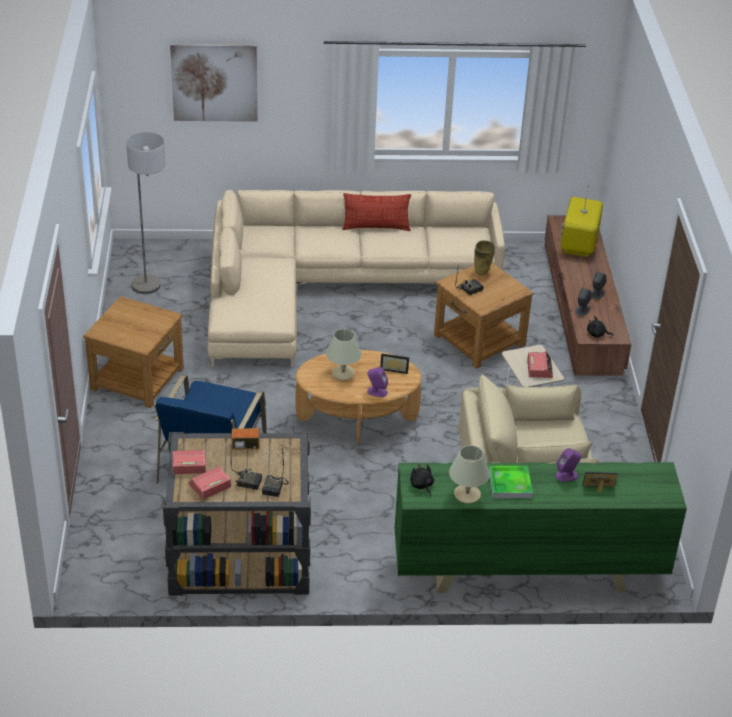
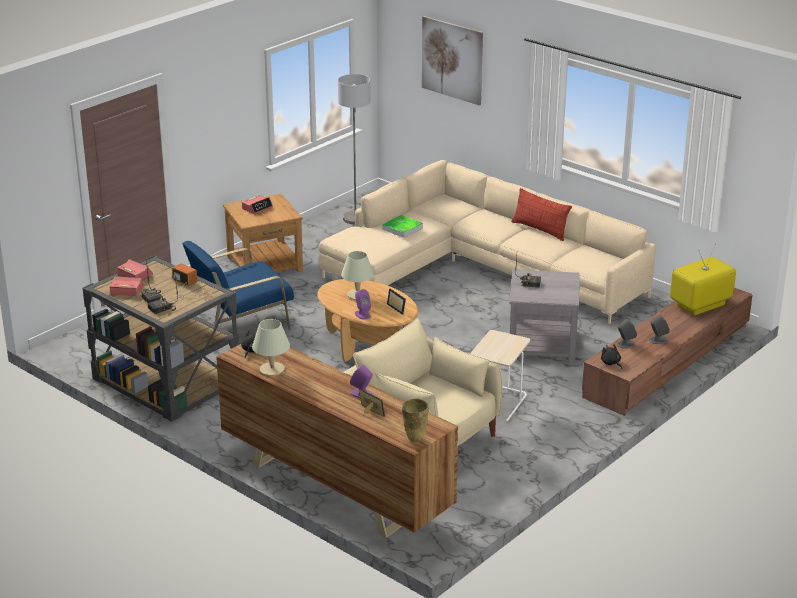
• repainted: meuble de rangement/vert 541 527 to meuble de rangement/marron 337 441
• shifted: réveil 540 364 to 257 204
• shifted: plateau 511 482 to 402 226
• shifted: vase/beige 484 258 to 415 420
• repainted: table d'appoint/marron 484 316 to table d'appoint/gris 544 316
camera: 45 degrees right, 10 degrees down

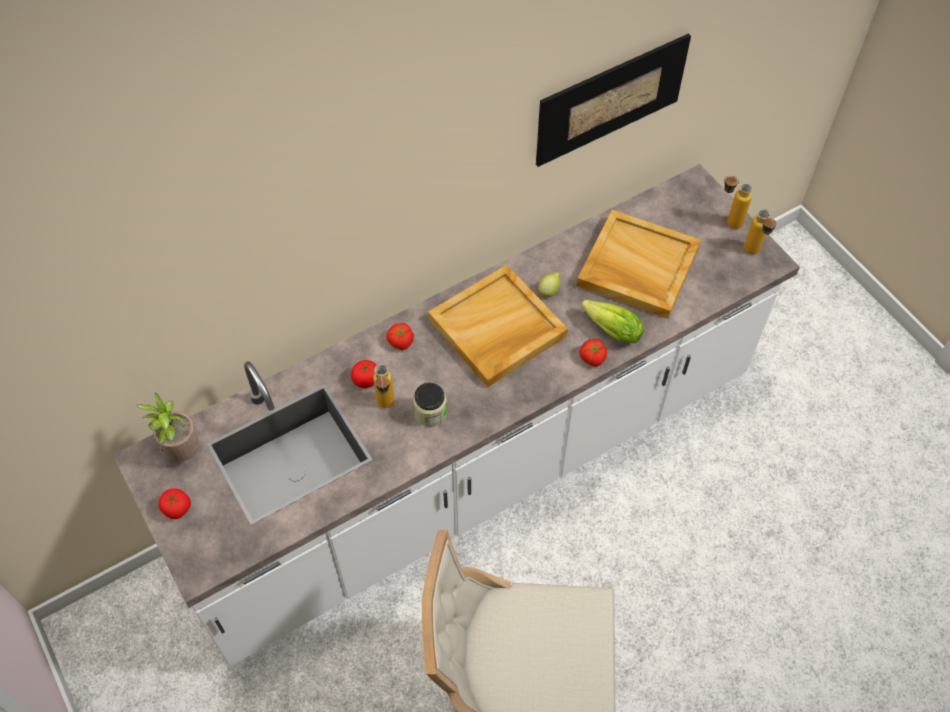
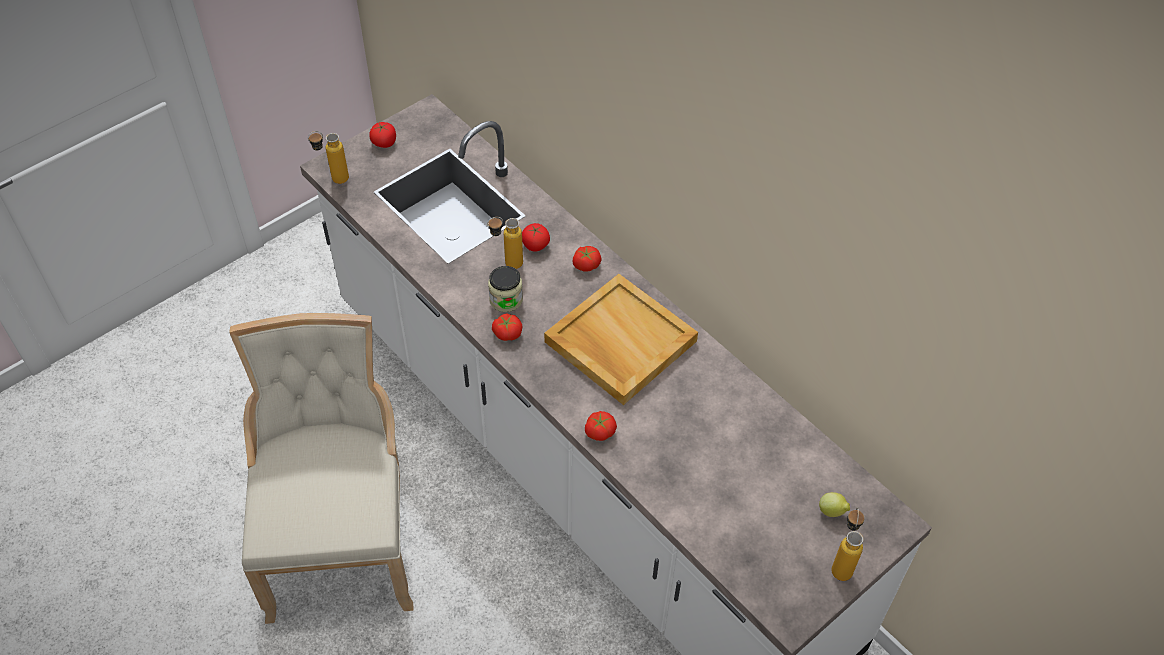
• shifted: bouteille 760 232 to 328 157
• new: tomate 507 327
• shifted: citron 549 285 to 834 504
• gone: plante en pot 167 427
• gone: tableau 613 100
• gone: plateau/beige 639 264
• gone: laitue 612 321
camera: 80 degrees right, 5 degrees down

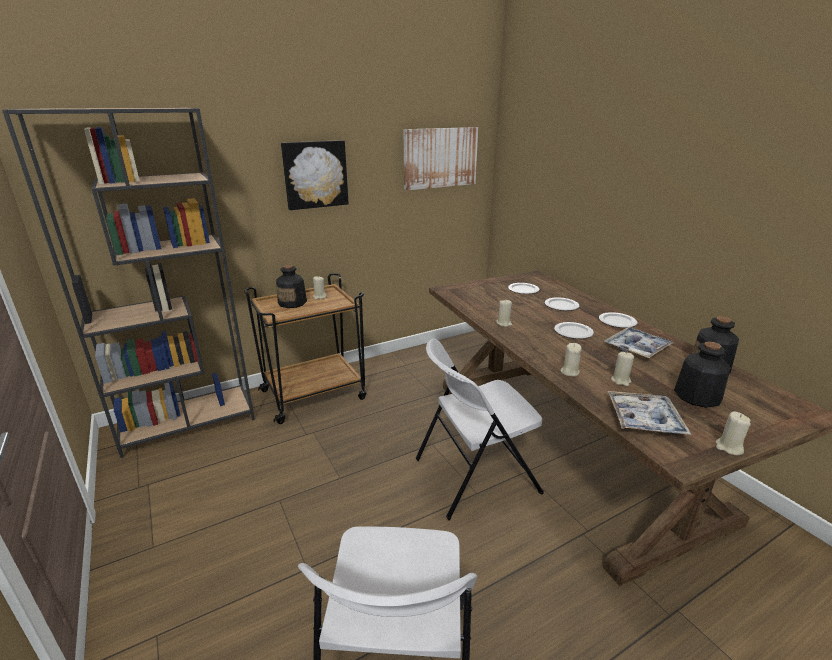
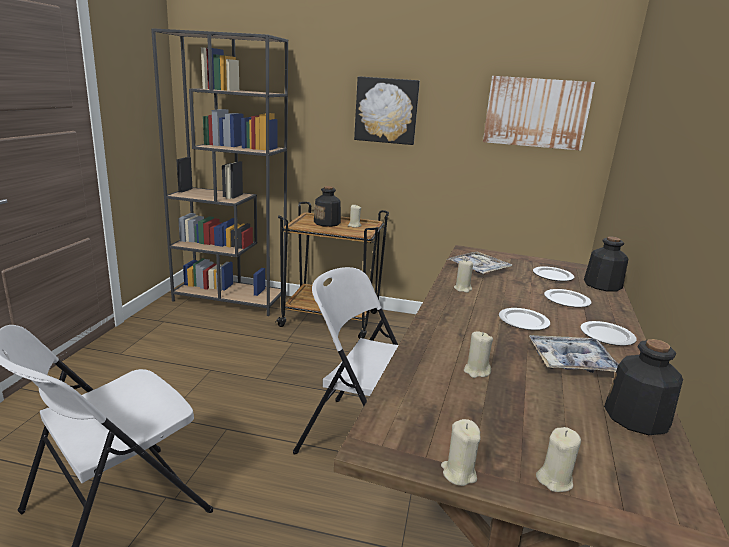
• shifted: plateau 649 413 to 479 263
• shifted: bougie/beige 571 360 to 558 459
• shifted: bouteille 702 374 to 606 264
camera: 40 degrees right, 5 degrees down

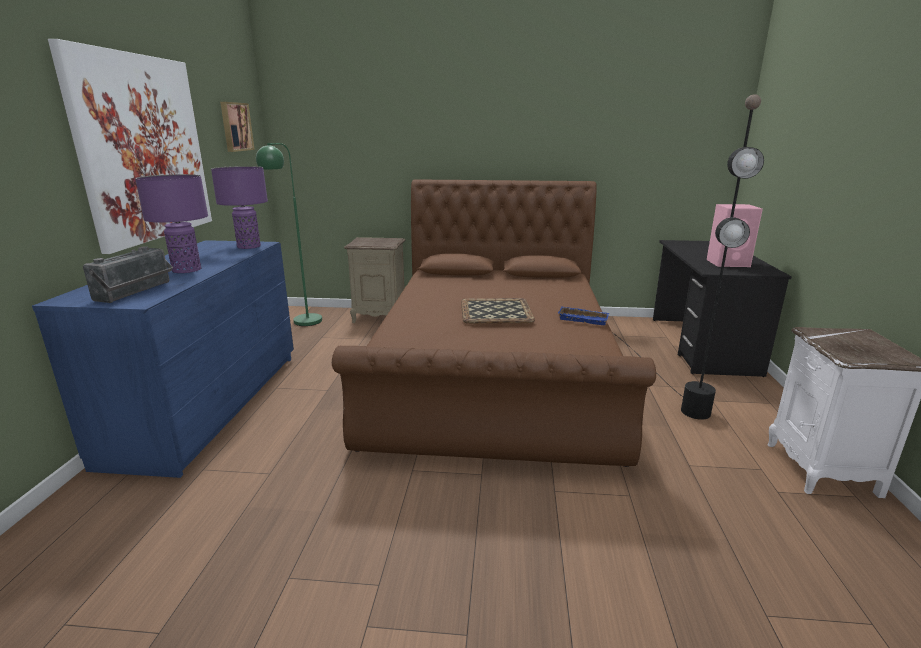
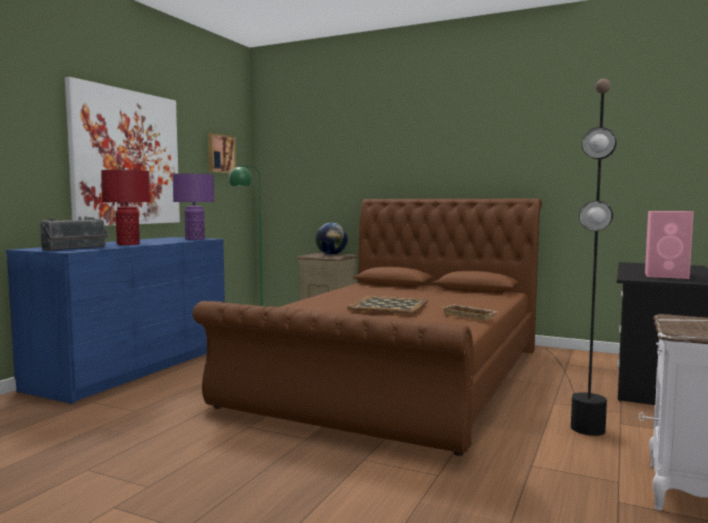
• repainted: lampe de table/violet 171 223 to lampe de table/rouge 126 207
• new: globe 332 239
• repainted: plateau/bleu 583 315 to plateau/beige 470 312
camera: 20 degrees right, 15 degrees down

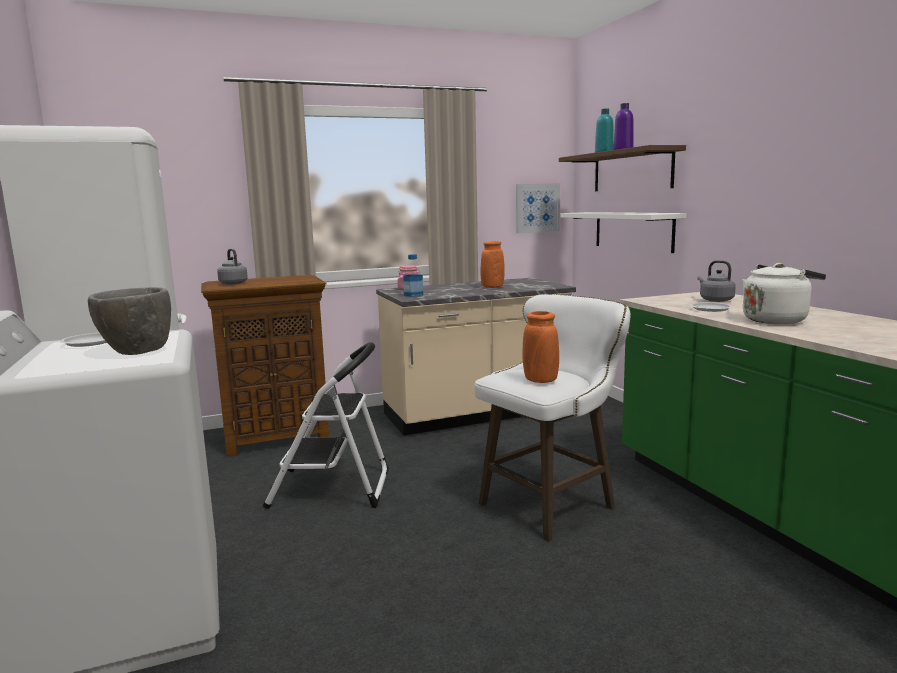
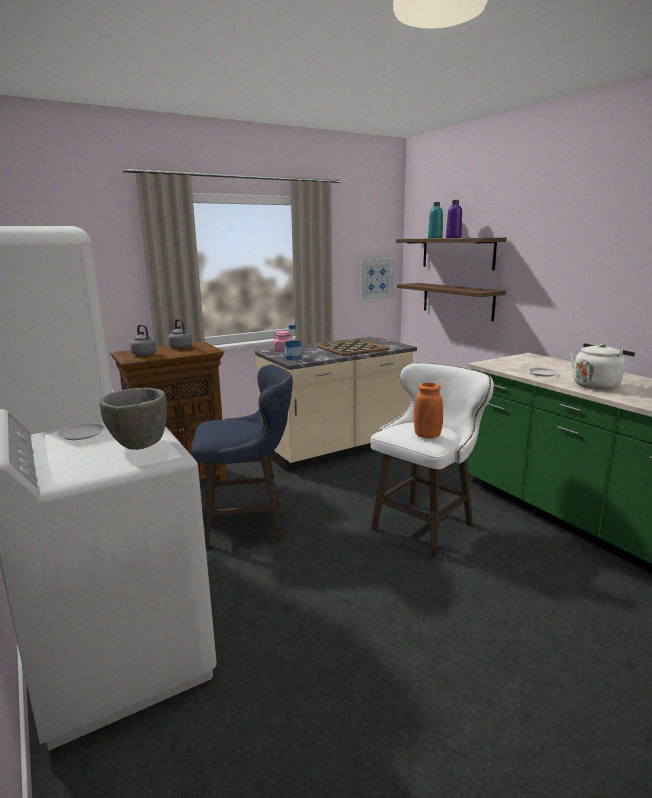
• shifted: bouilloire/gris 717 281 to 180 334
• swapped: escabeau 326 425 to tabouret/bleu 242 456
• swapped: vase/orange 493 264 to plateau 352 347
• repainted: étagère/blanc 624 232 to étagère/marron 451 302
camera: 10 degrees left, 5 degrees up

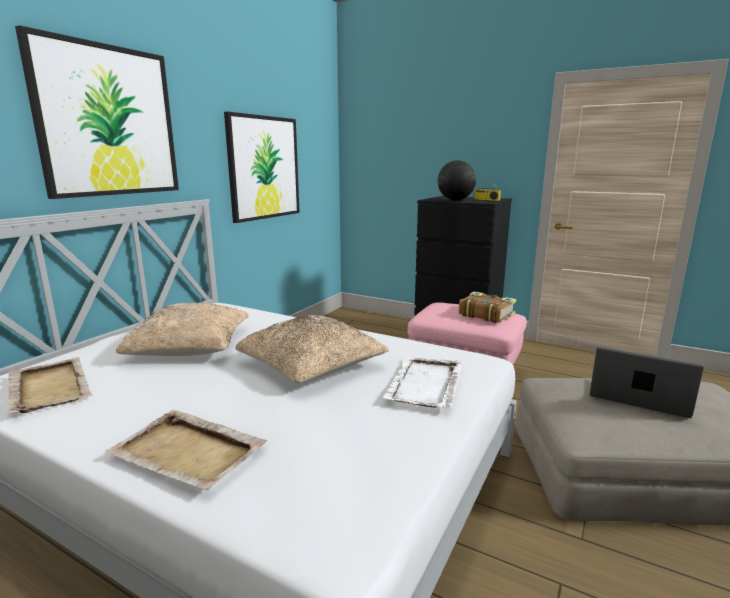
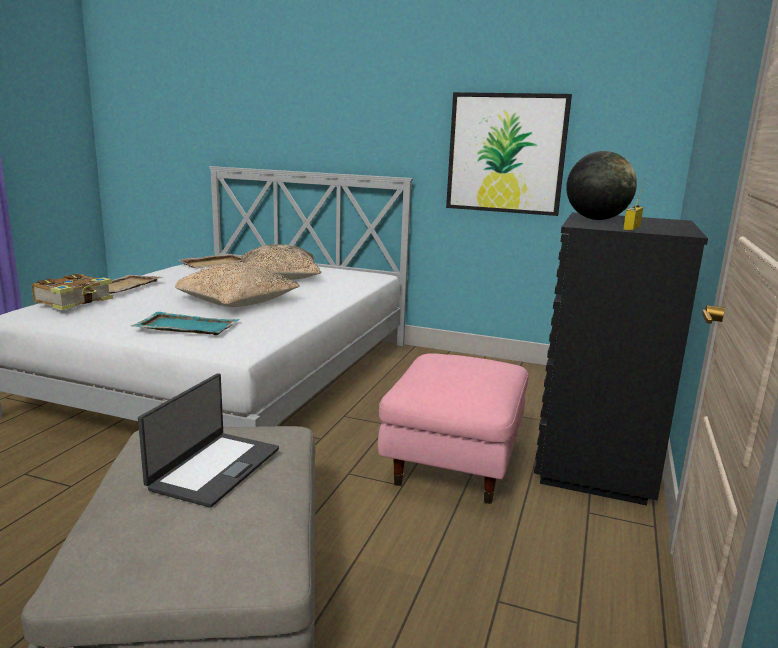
• shifted: livre 487 307 to 72 292
• repainted: plateau/blanc 423 382 to plateau/turquoise 185 323
• gone: tableau 97 112
camera: 80 degrees right, 0 degrees up

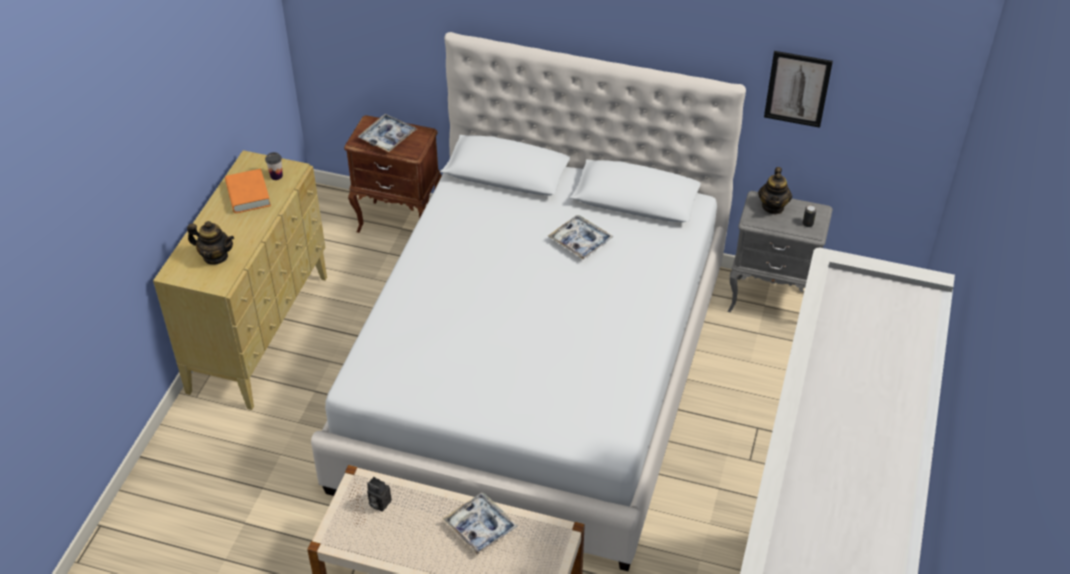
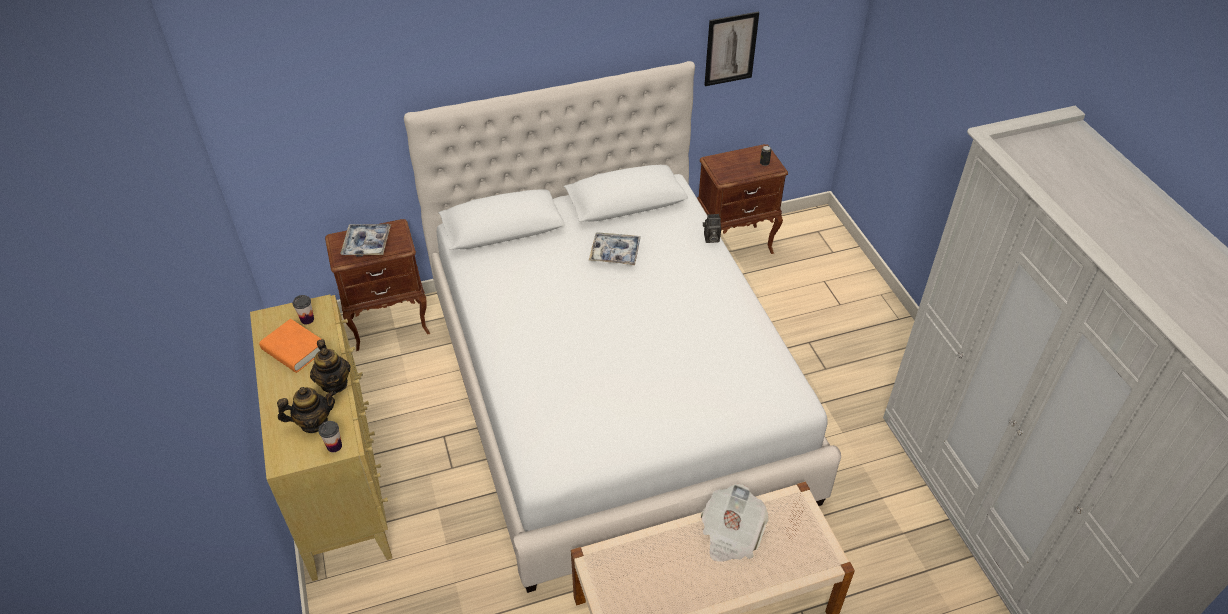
• shifted: théière 775 190 to 330 366
• new: tasse 330 436
• repainted: table de chevet/gris 780 251 to table de chevet/marron 742 199
• swapped: plateau 479 523 to journal 735 523
• shifted: appareil photo 379 494 to 712 228
camera: 35 degrees left, 0 degrees up

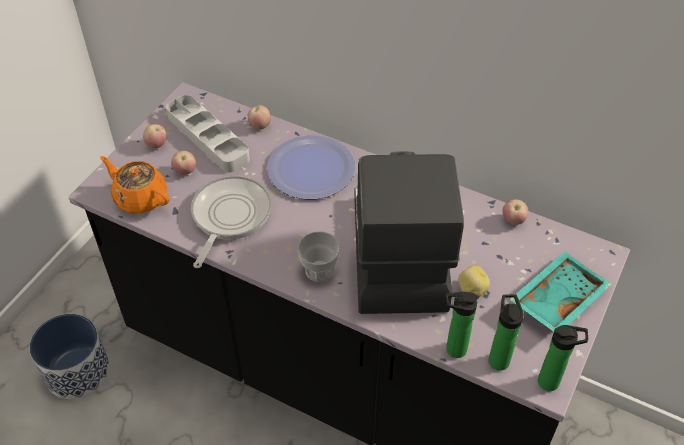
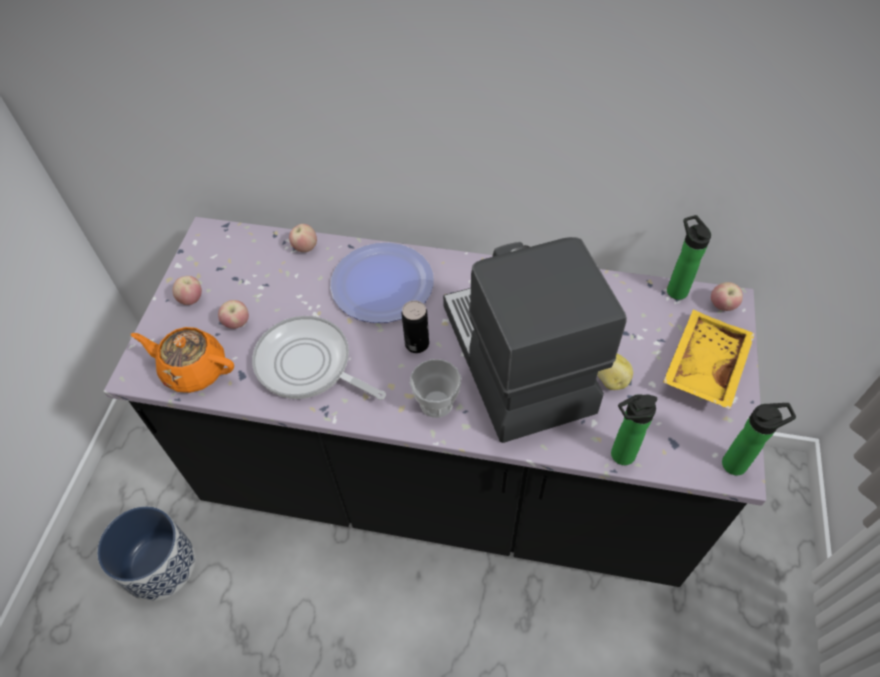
• rotated: poêle 231 222 = 319 358 60 degrees counterclockwise
• new: boîte métallique 415 326
• repainted: plateau/turquoise 560 291 to plateau/jaune 709 359
• shifted: bouteille 506 332 to 689 257
• shifted: pomme 515 212 to 727 296
• gone: plateau/gris 208 133
camera: 15 degrees left, 5 degrees up

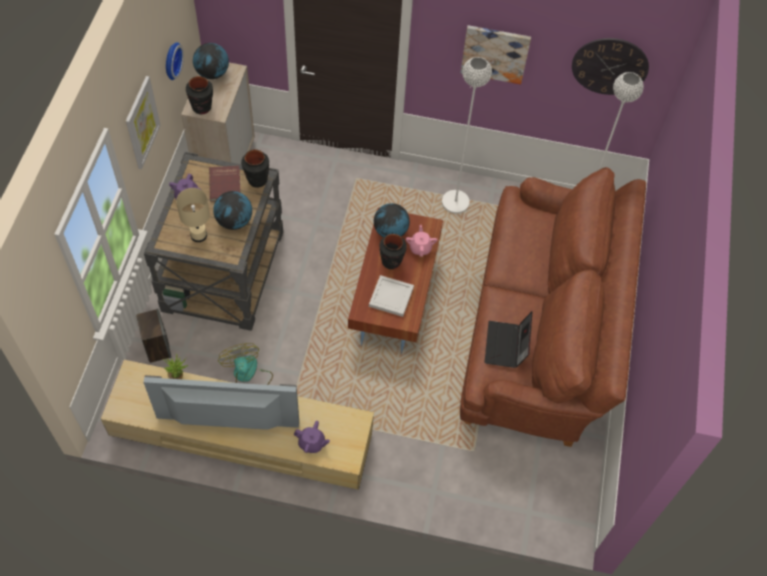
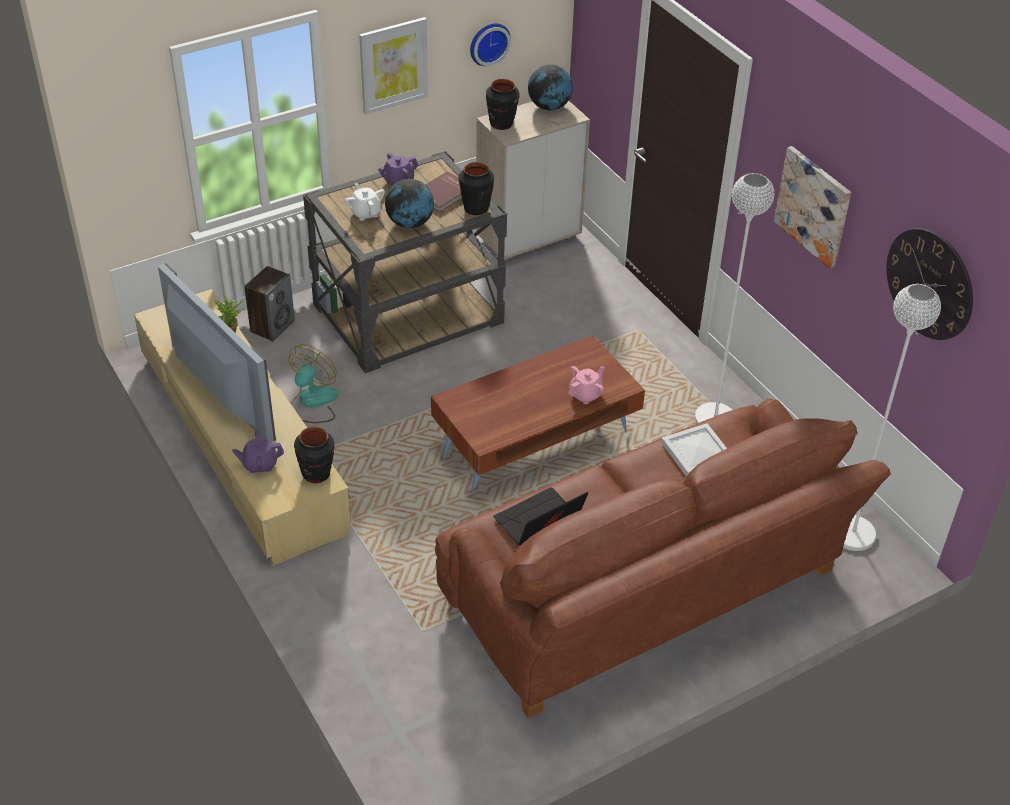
• rotated: théière/violet 312 437 = 258 452 105 degrees clockwise
• shifted: vase/noir 393 251 to 314 455
• swapped: lampe de table/beige 193 215 to théière/blanc 365 202
• shifted: plateau/blanc 391 296 to 694 449
• gone: globe 392 220
camera: 50 degrees right, 15 degrees down

